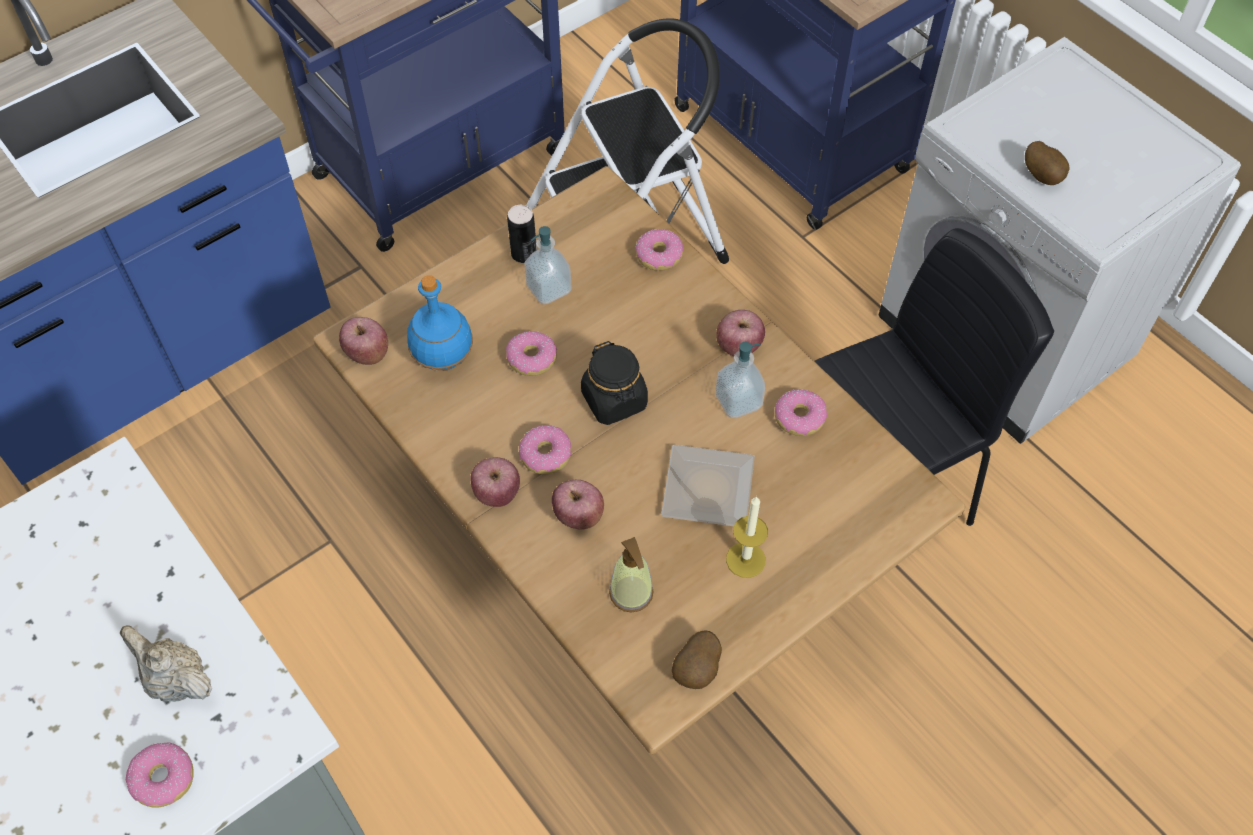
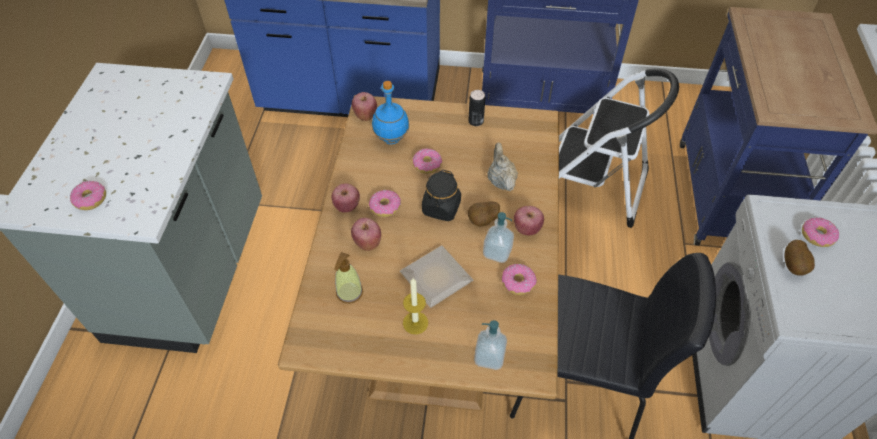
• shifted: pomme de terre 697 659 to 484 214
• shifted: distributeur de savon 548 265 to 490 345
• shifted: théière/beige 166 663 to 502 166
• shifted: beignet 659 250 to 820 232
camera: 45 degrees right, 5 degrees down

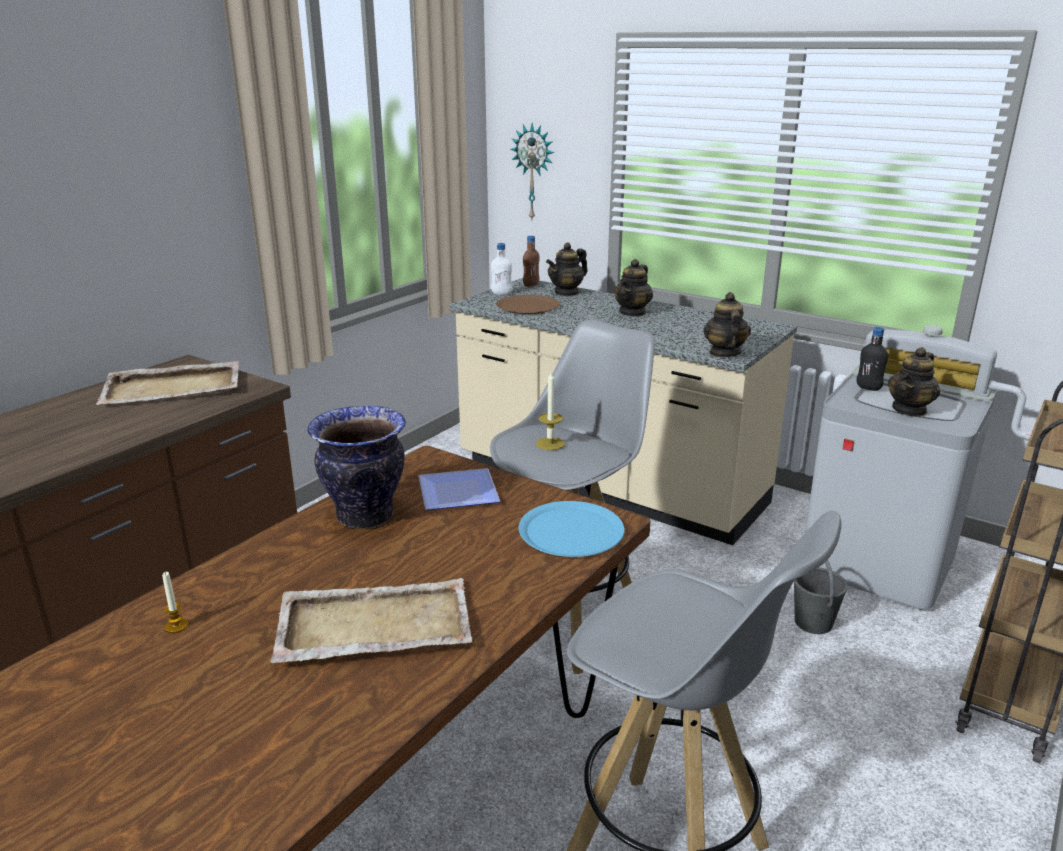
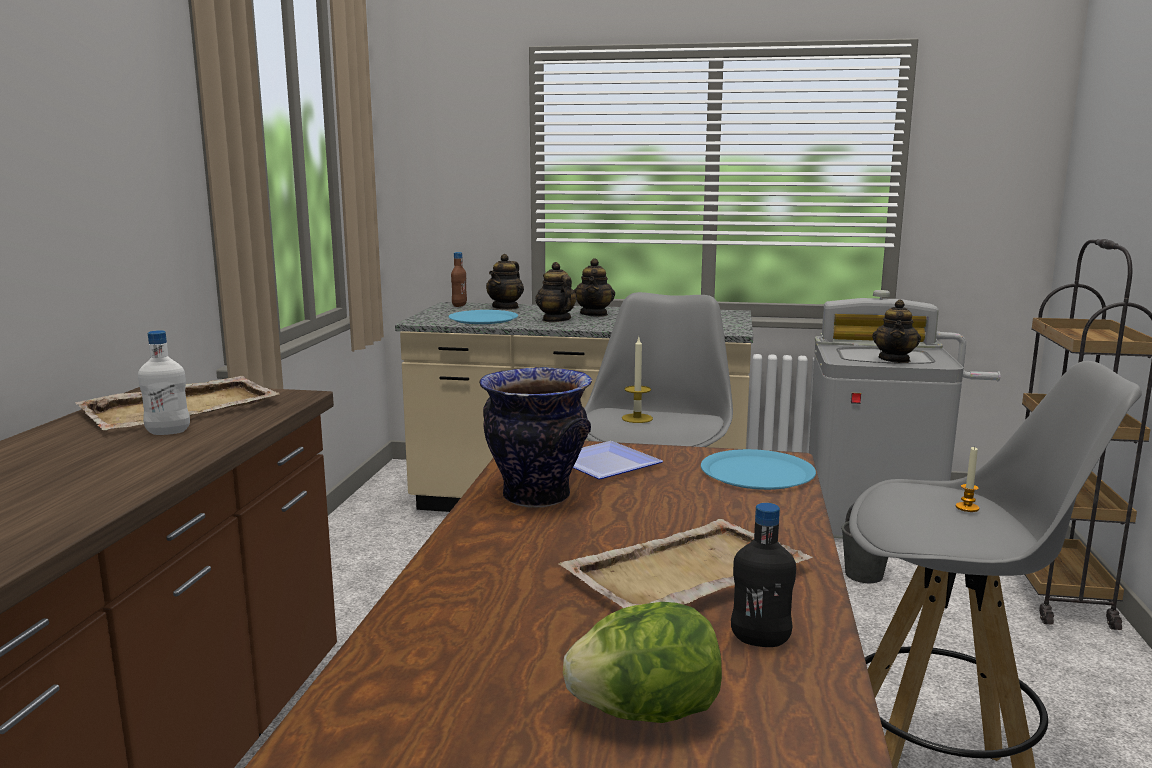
• shifted: bouteille/blanc 501 269 to 164 382
• repainted: assiette/marron 528 304 to assiette/bleu 483 317
• shifted: théière 727 324 to 556 292
• new: laitue 642 662
• shifted: bouteille/noir 872 359 to 763 575
• shifted: bougie 175 602 to 967 479
• gone: horloge murale 532 171
camera: 25 degrees left, 10 degrees down

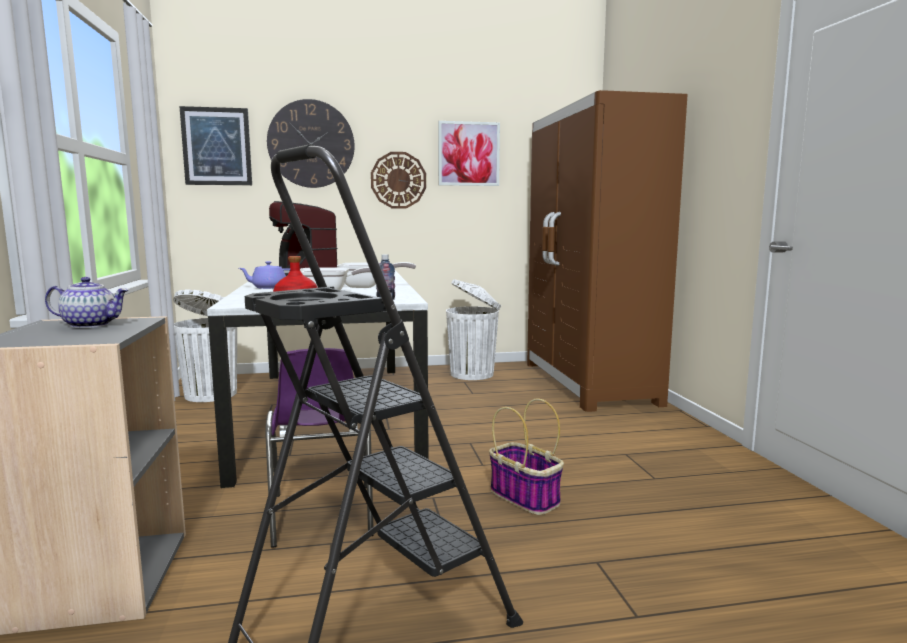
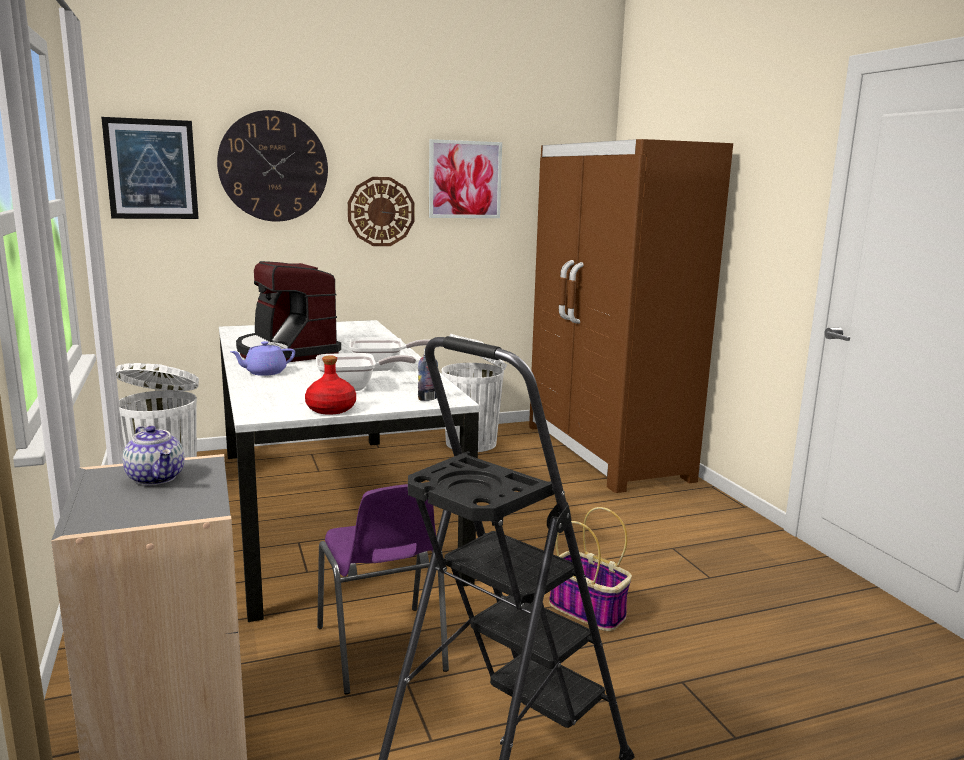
• rotated: théière 87 302 = 153 455 60 degrees clockwise
camera: 10 degrees left, 5 degrees up

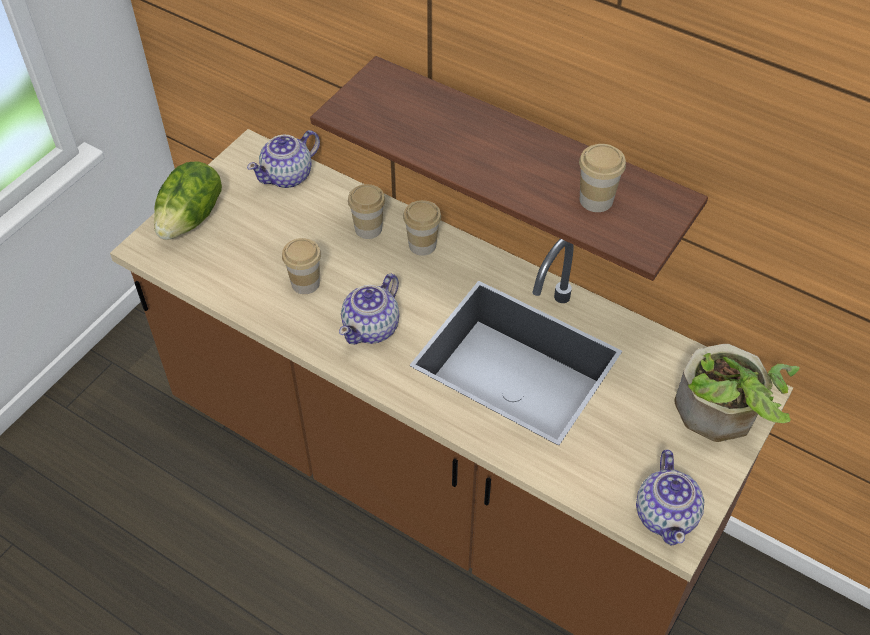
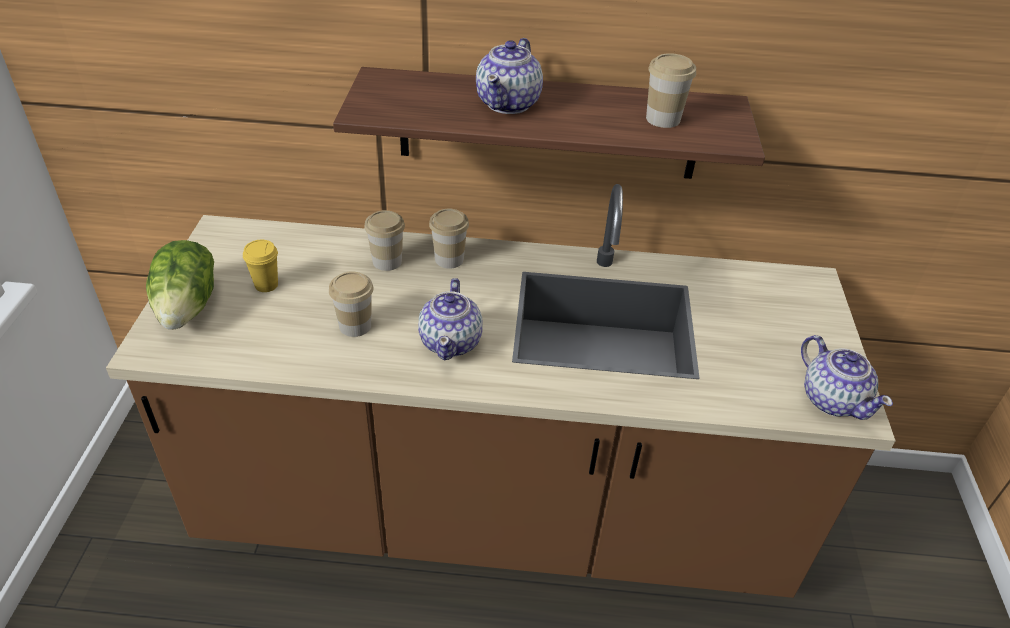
• new: tasse/jaune 260 266
• shifted: théière 283 159 to 509 76
• gone: plante en pot 737 393
camera: 30 degrees left, 10 degrees down

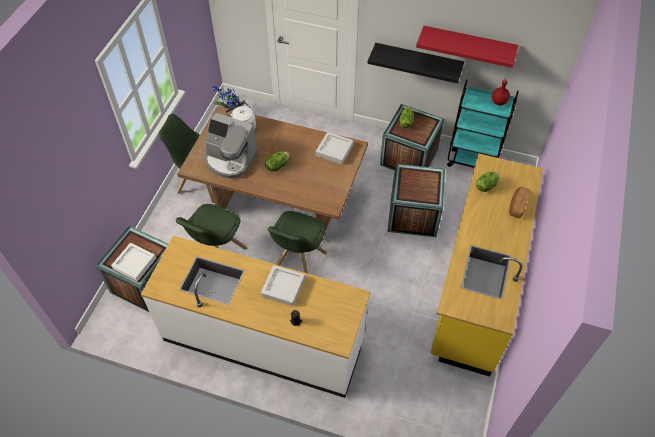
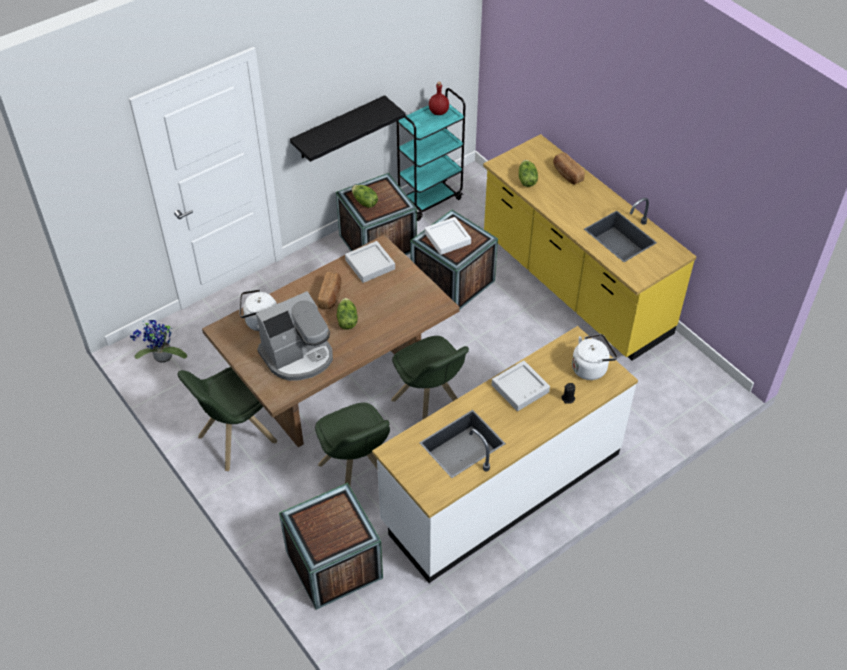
• new: pain 329 290
• shifted: plateau/blanc 133 262 to 448 236
• new: bouilloire/blanc 594 357
• gone: étagère/rouge 467 47
camera: 55 degrees left, 5 degrees down

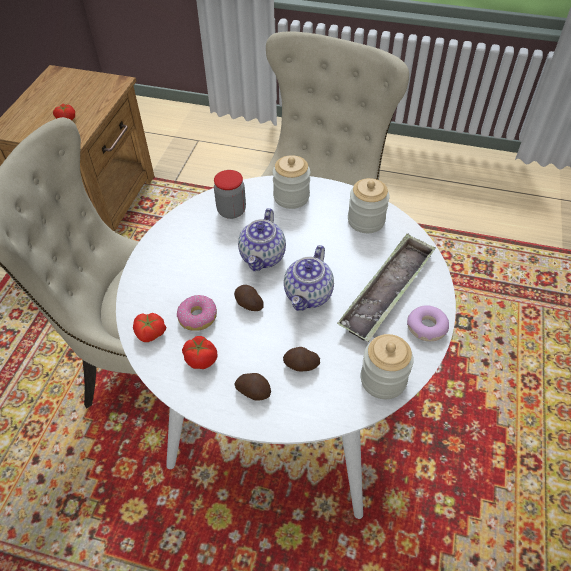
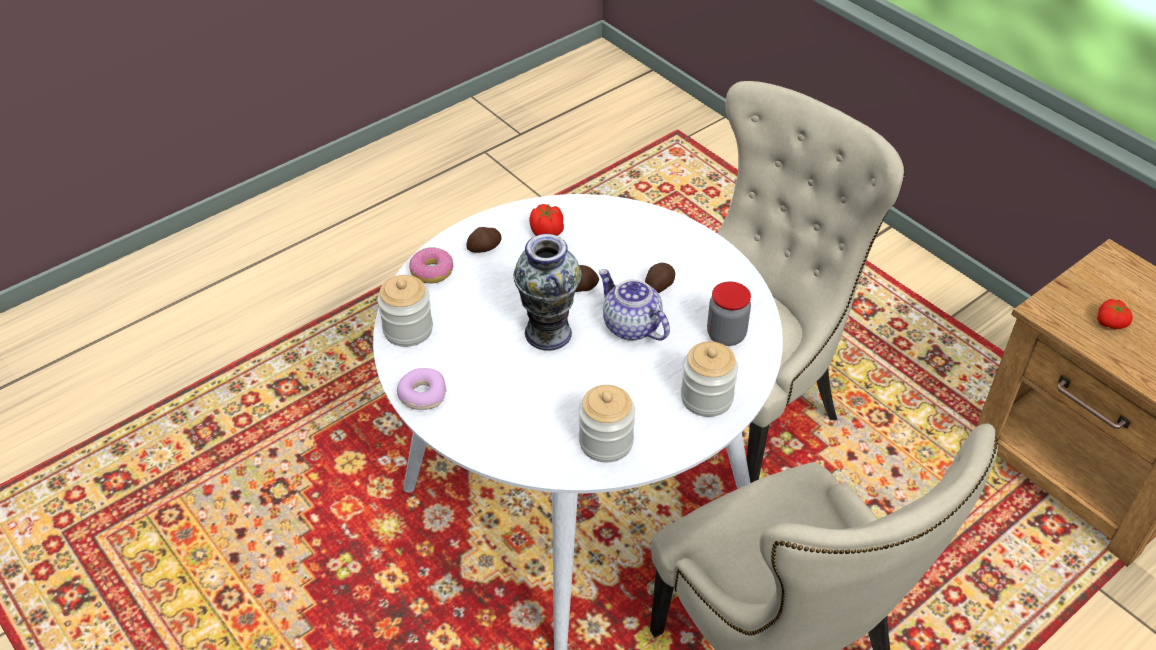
• shifted: beignet 197 313 to 431 265
• swapped: théière 309 278 to vase 547 292
• shifted: pomme de terre 301 359 to 660 278
• gone: tomate 149 327
• gone: plateau 386 287
camera: 125 degrees right, 5 degrees down

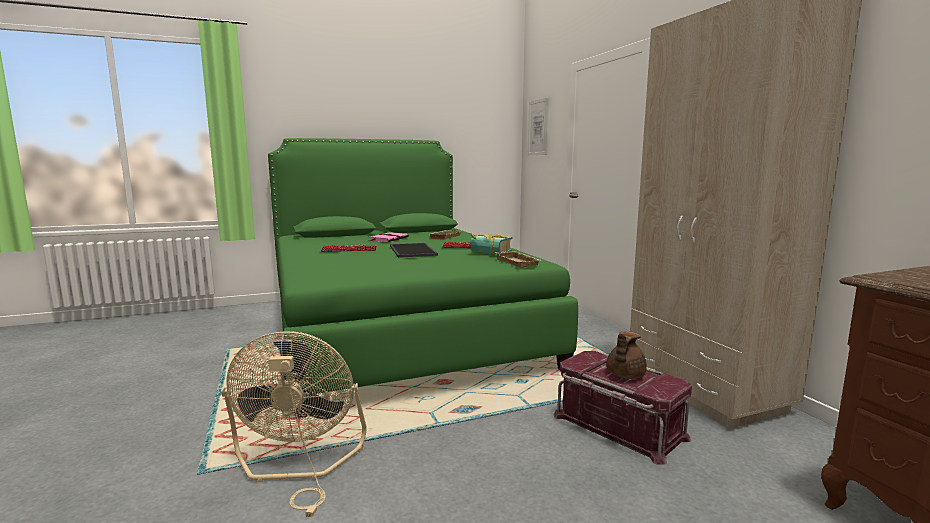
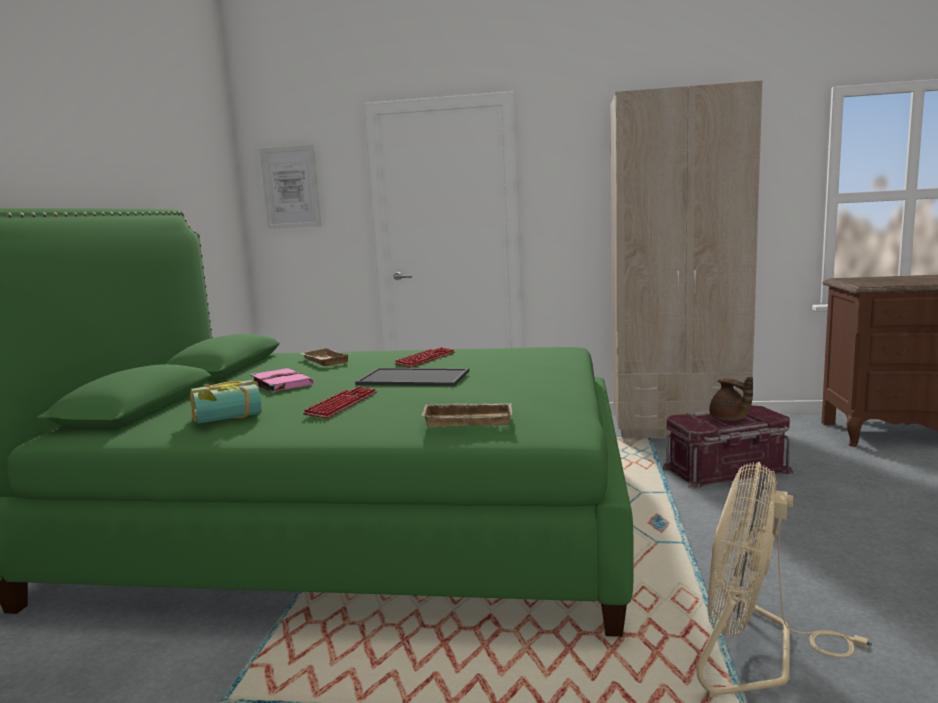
• shifted: livre 491 244 to 226 402
• shifted: plateau/beige 519 259 to 466 415
camera: 60 degrees left, 0 degrees up

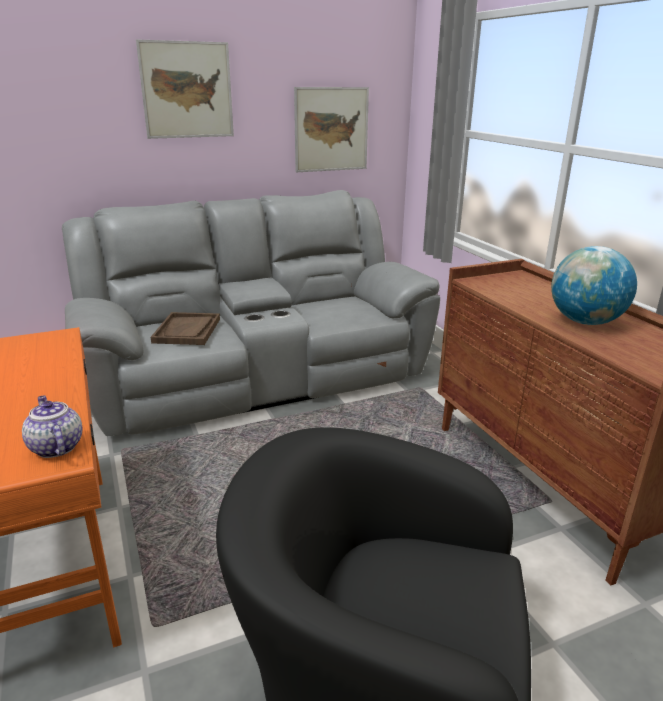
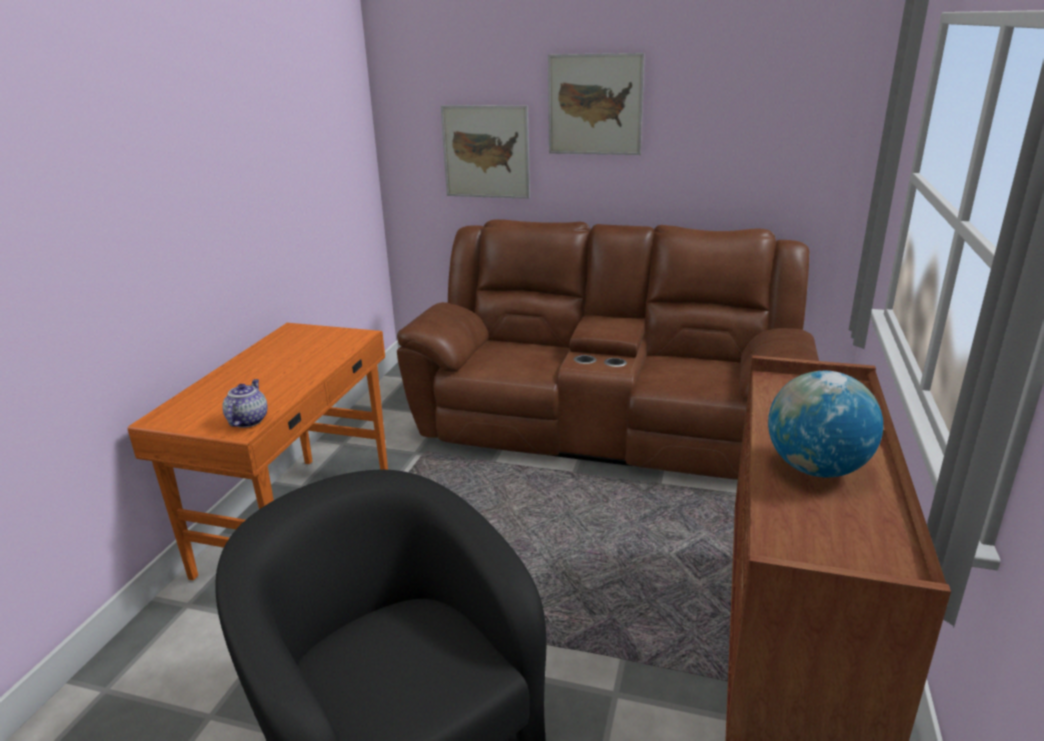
• repainted: canapé/gris 251 313 to canapé/marron 608 349
• shifted: tableau 331 129 to 485 152
• gone: plateau/marron 185 328
camera: 40 degrees right, 0 degrees up

